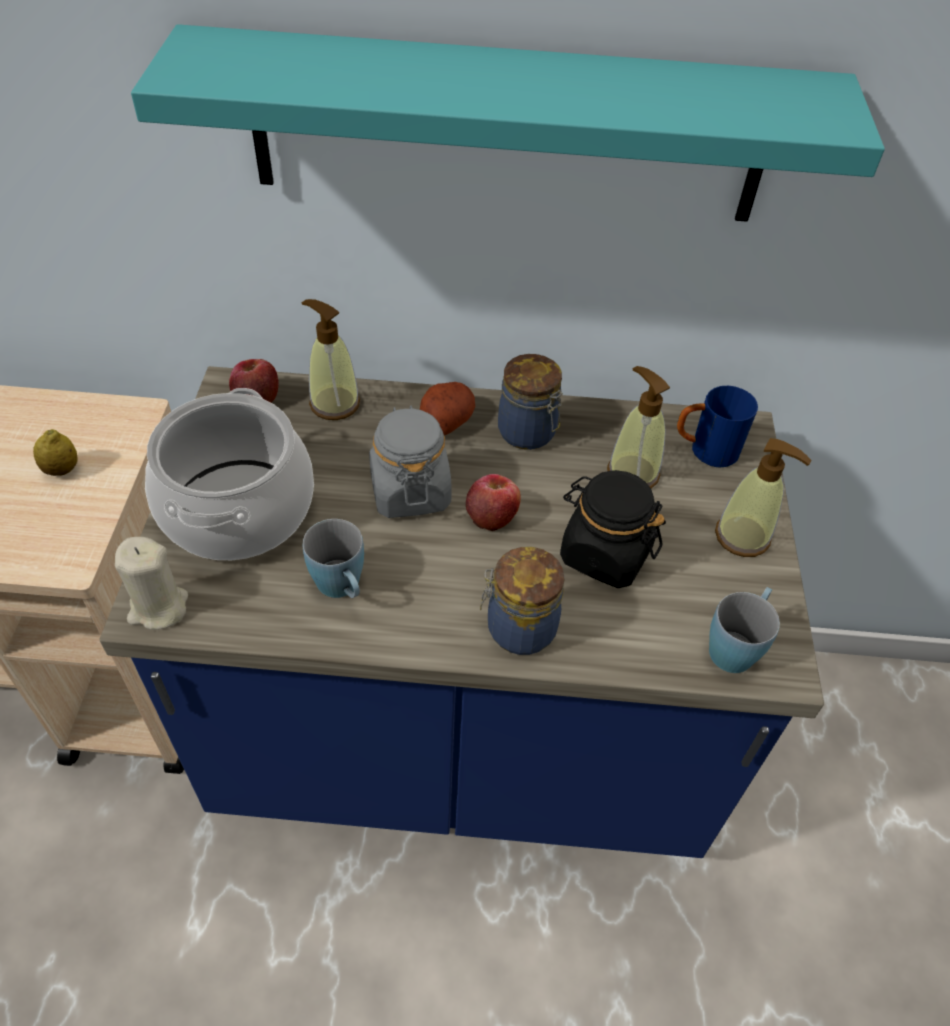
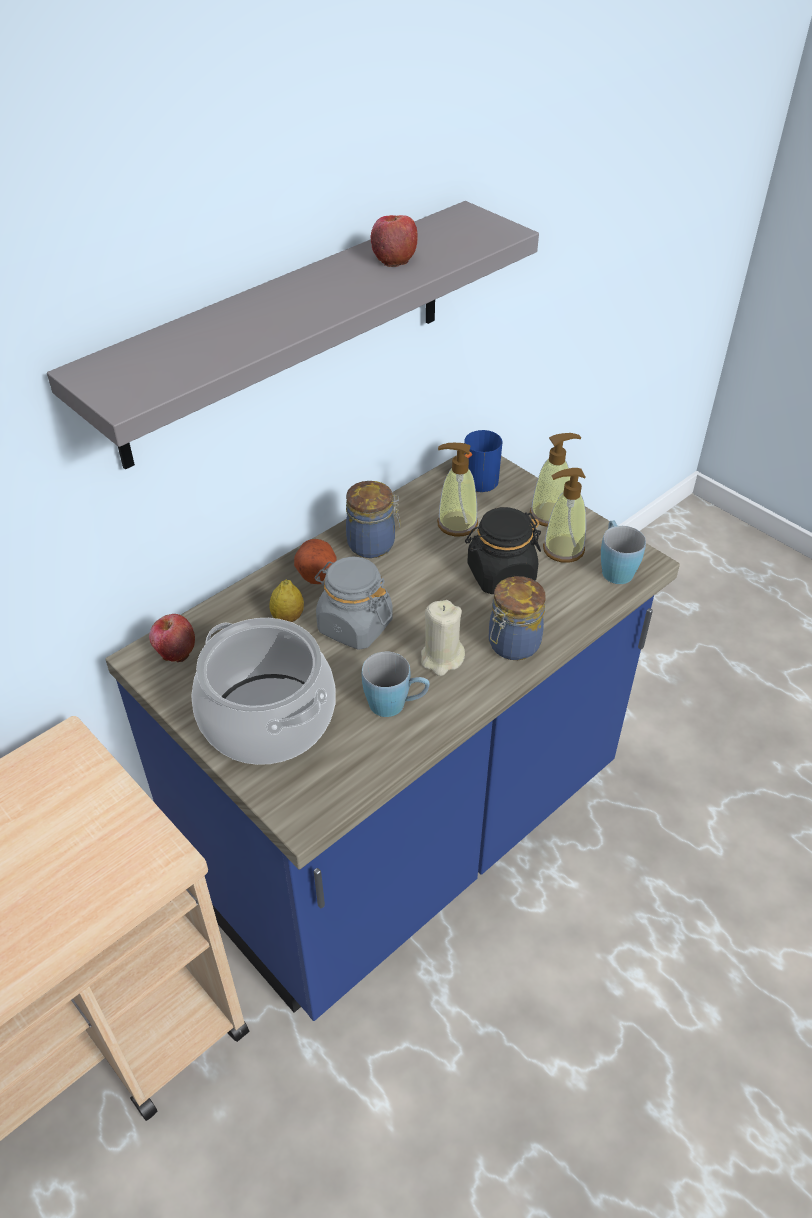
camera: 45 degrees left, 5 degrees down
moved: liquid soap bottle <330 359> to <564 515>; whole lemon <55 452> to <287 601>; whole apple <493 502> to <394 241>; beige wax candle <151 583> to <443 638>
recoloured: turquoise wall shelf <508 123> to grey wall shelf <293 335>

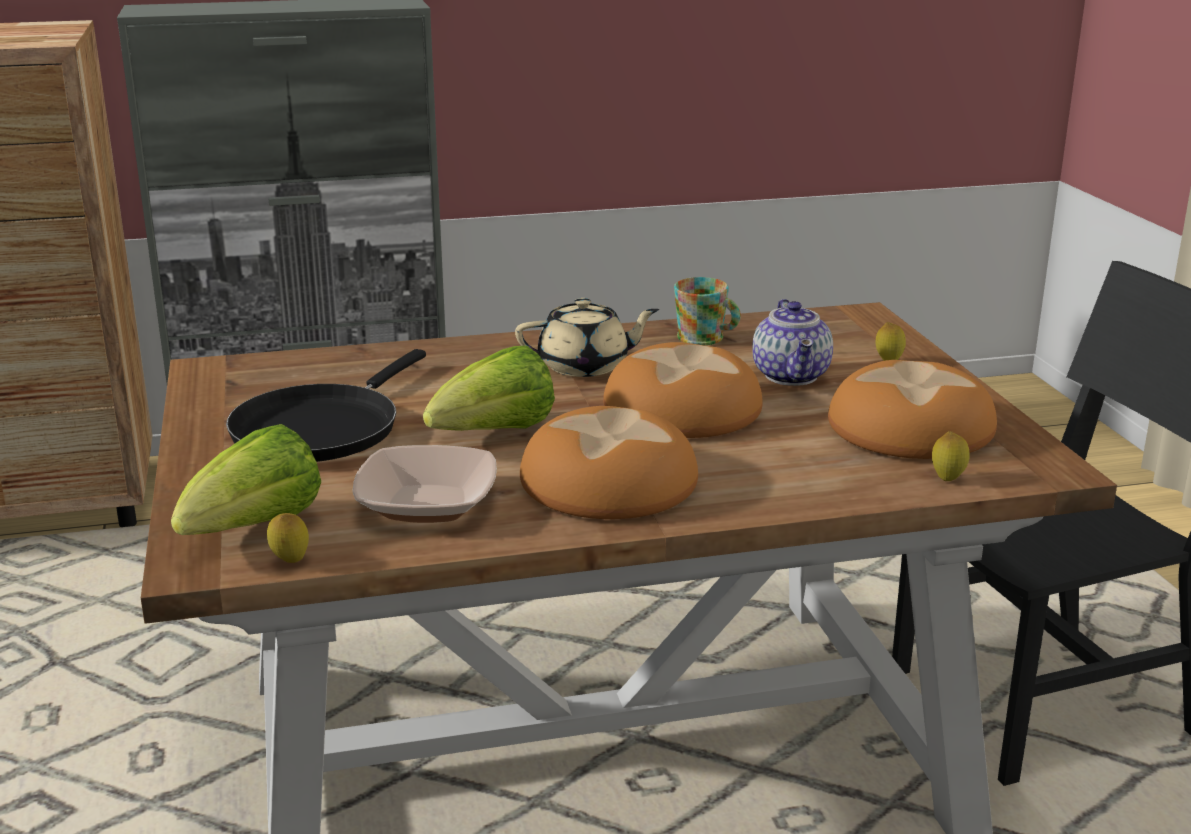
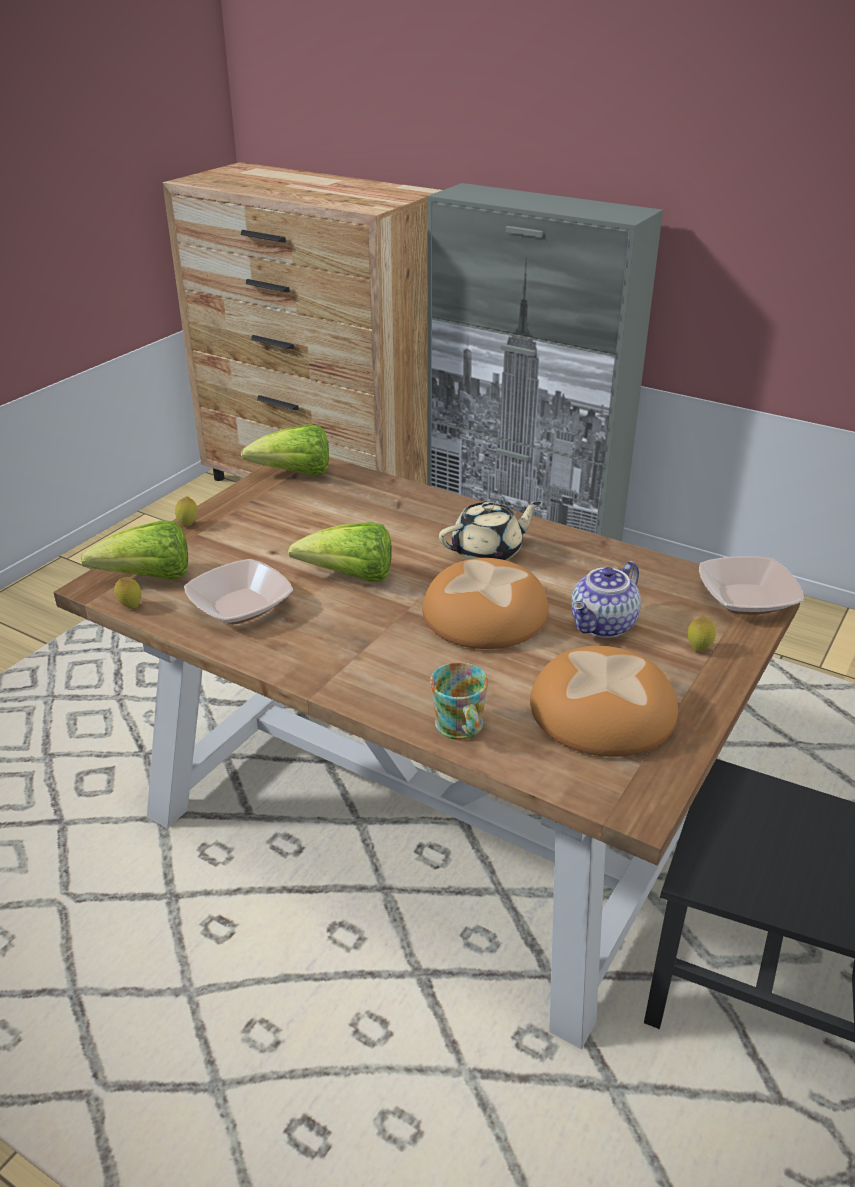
camera: 45 degrees right, 10 degrees up
removed: blackish skillet <326 405>; bakery bread <609 462>
added: head of lettuce <285 450>; deep dish <751 585>
moved: coffee mug <707 311> to <459 701>; whole lemon <951 456> to <186 511>
turned: beige teapot <587 337> = <490 531> 60 degrees counterclockwise

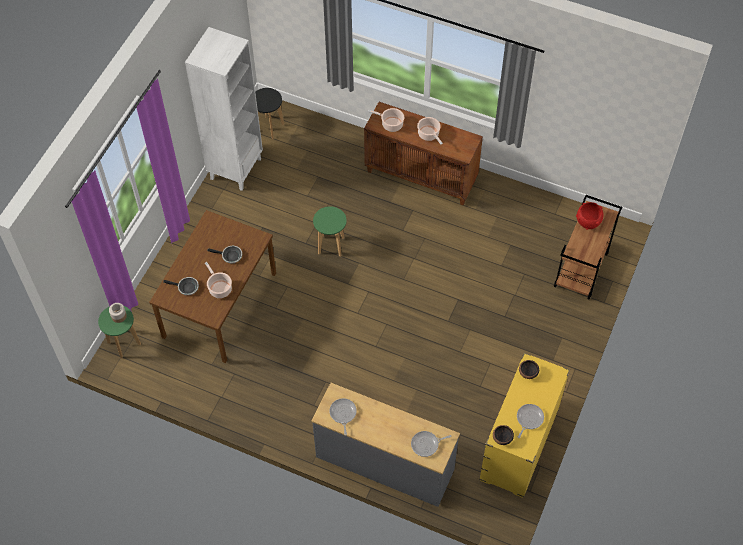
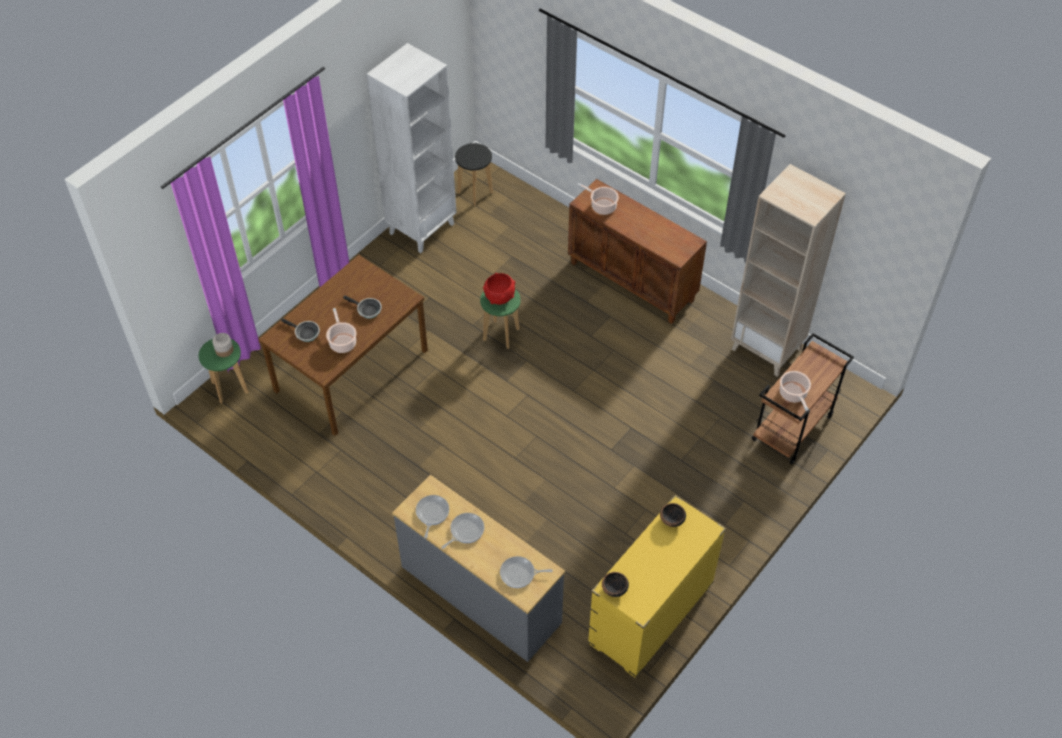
camera: 15 degrees right, 5 degrees down
added: beige bookshelf <788 270>
moved: stockpot <430 131> to <795 391>; reddish deep dish <590 216> to <499 289>; skillet <530 421> to <462 531>

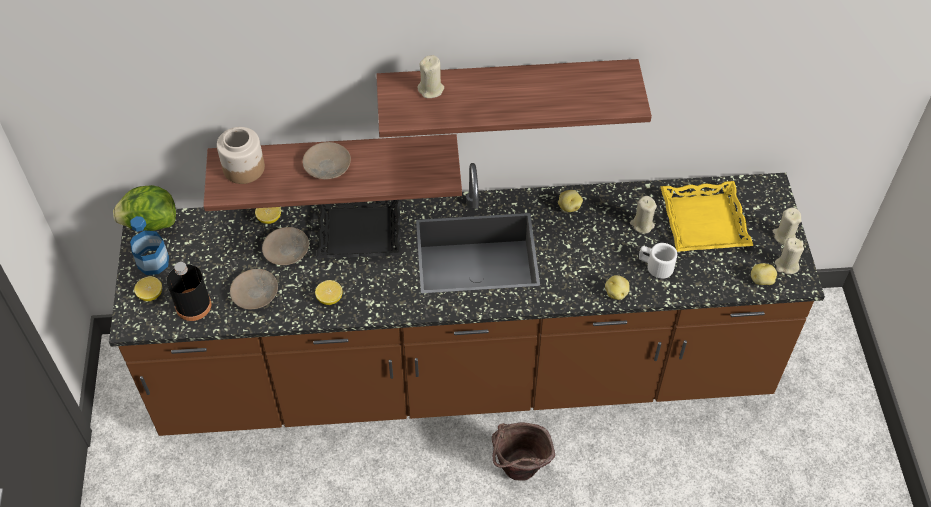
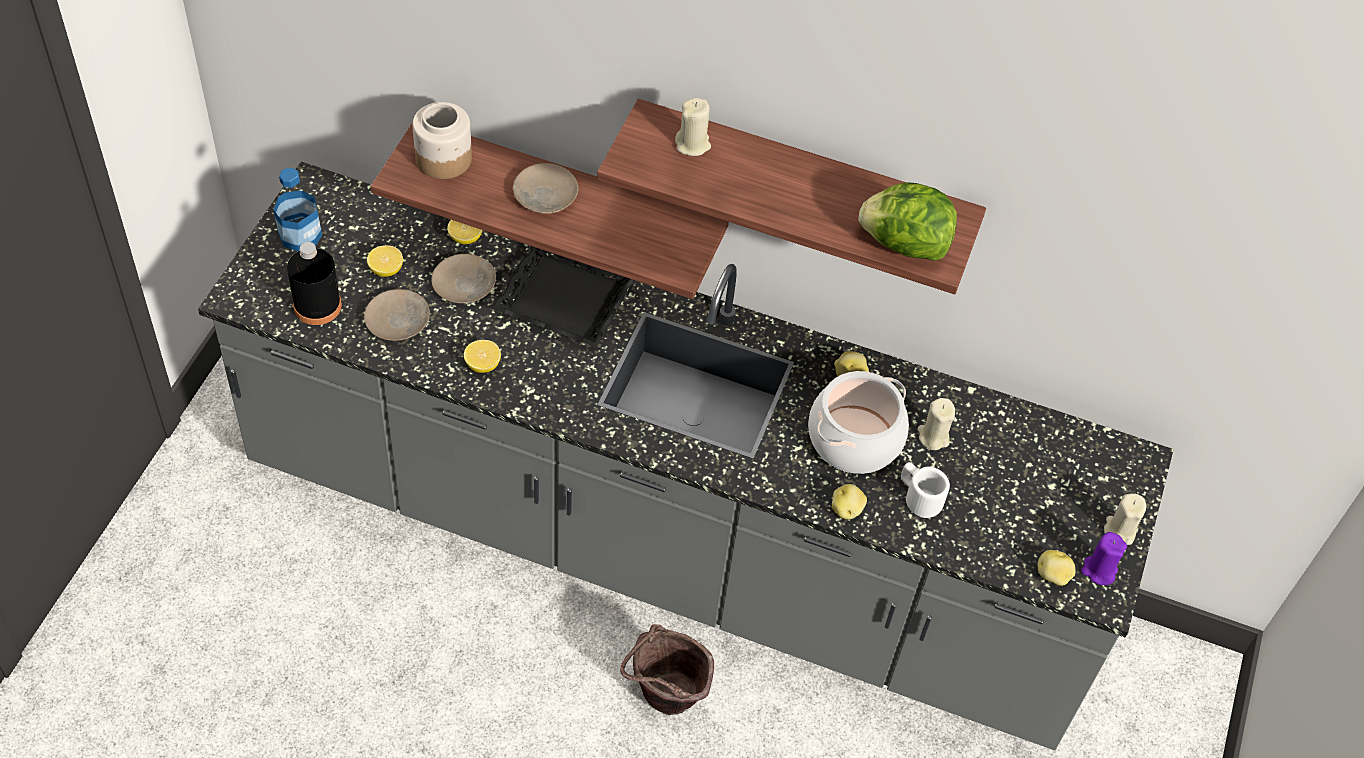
camera: 20 degrees right, 0 degrees up
removed: yellow serving tray <706 216>
added: stockpot <858 422>
moved: head of lettuce <144 208> to <907 221>; whole lemon <148 288> to <385 261>
recoloured: brown-coloured kitchen base unit <467 299> to grey kitchen base unit <686 456>; beige wax candle <789 255> to purplish wax candle <1104 558>

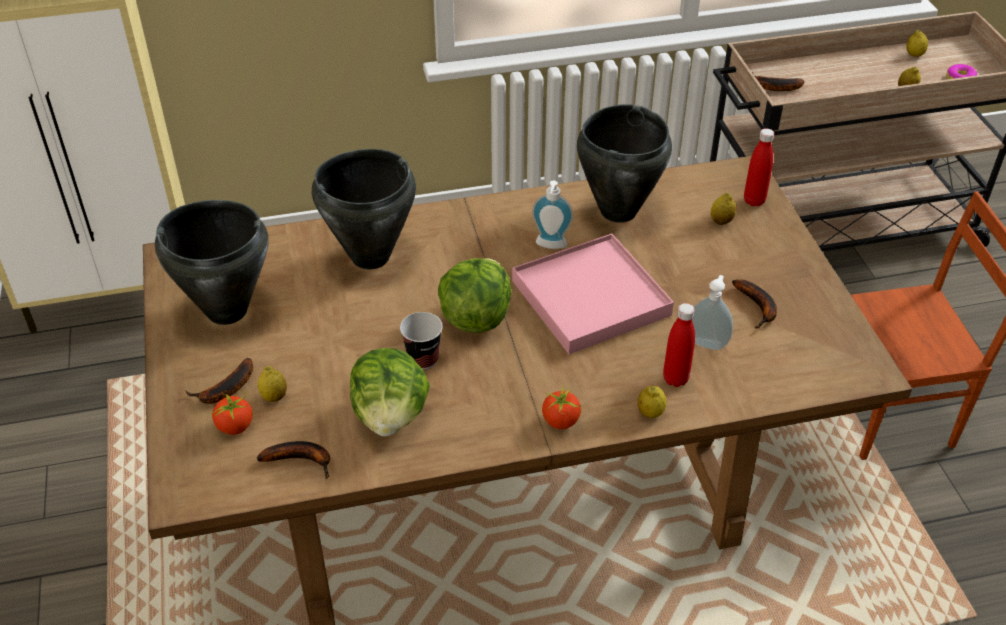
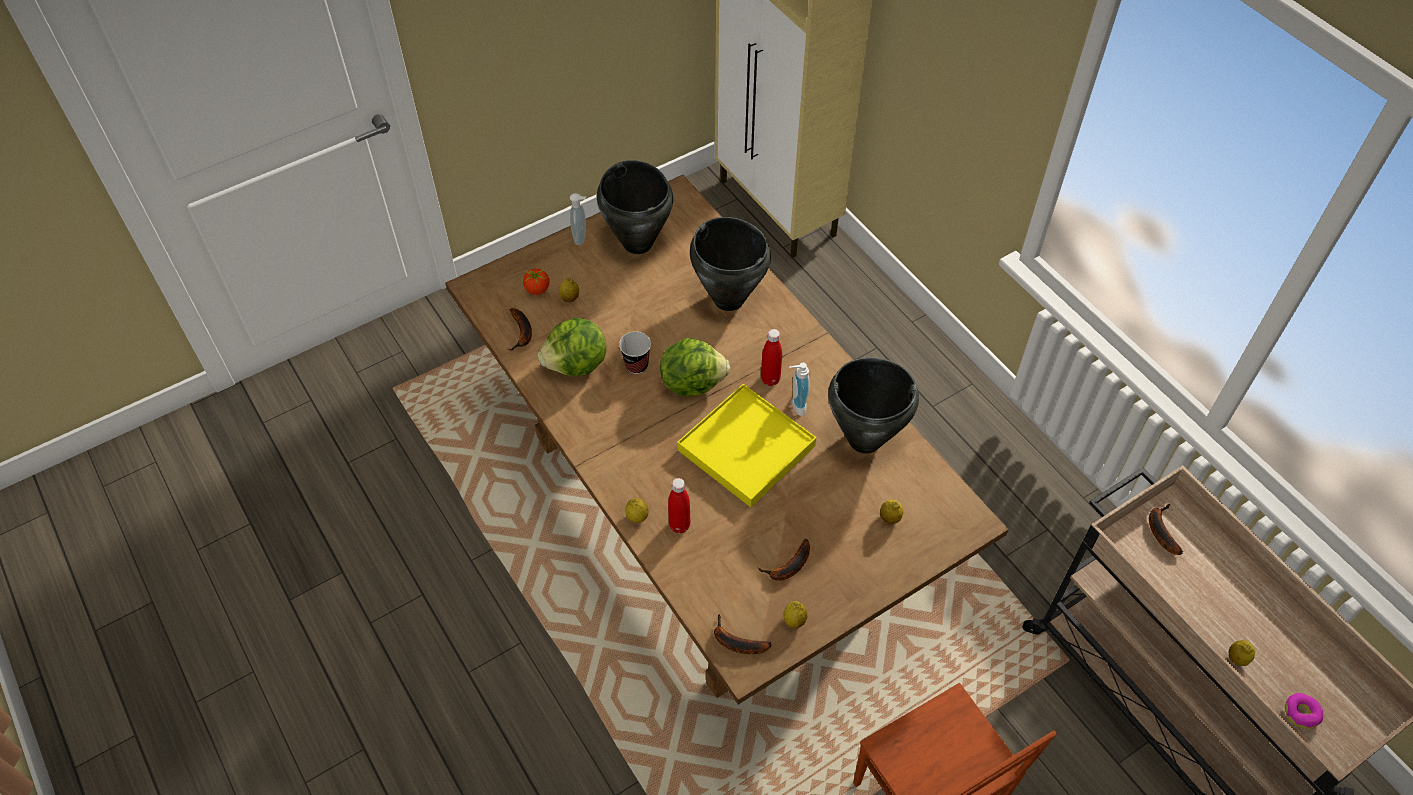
camera: 70 degrees right, 10 degrees up
removed: whole tomato <561 407>
moved: whole lemon <917 43> to <795 614>; reddish drink bottle <759 167> to <771 357>; liquid soap bottle <712 312> to <578 219>; banana <219 381> to <742 634>
recoloured: pink-coloured serving tray <593 294> to yellow serving tray <746 445>

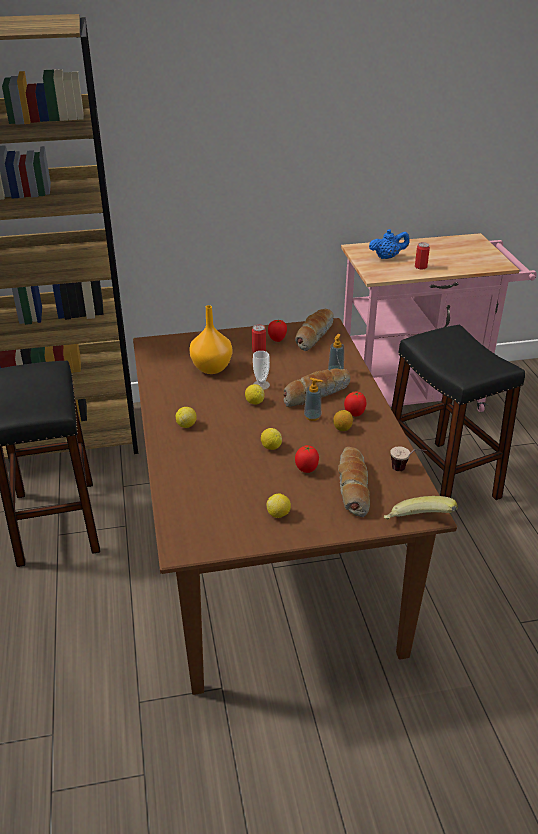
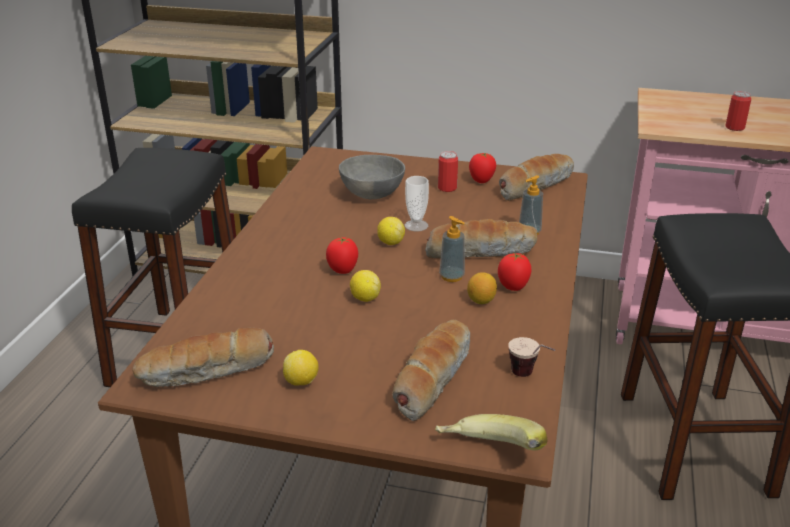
camera: 25 degrees right, 5 degrees down
removed: blue-coloured teapot <389 244>; whole lemon <186 417>
added: bakery bread <203 357>
moved: whole tomato <307 459> to <342 255>
replaced: orange vase <210 339> to grey deep dish <372 177>

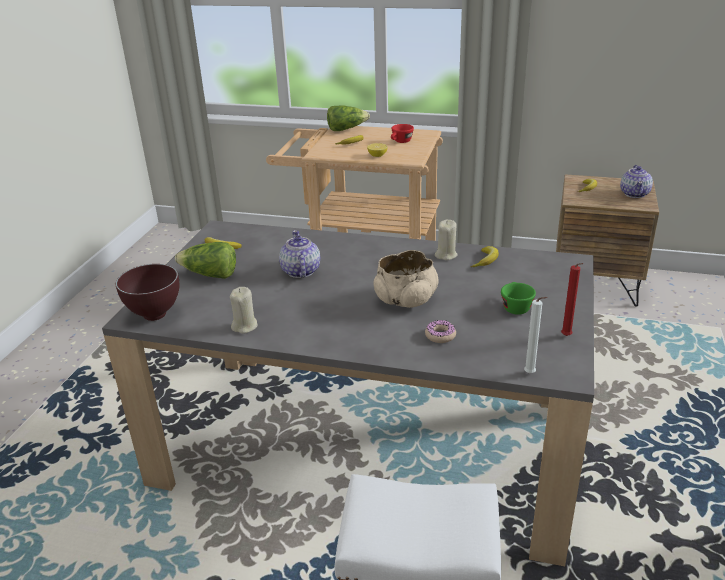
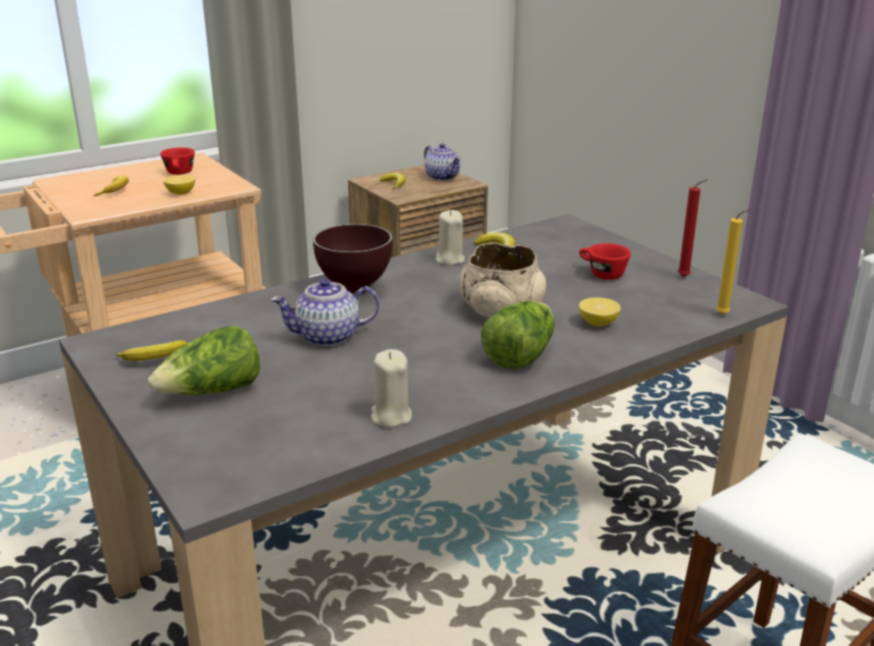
camera: 50 degrees left, 5 degrees down
moved: head of lettuce <348 118> to <518 335>; brown-coloured deep dish <147 292> to <352 259>
replaced: doughnut <440 331> to whole lemon <600 311>
recoloured: greenish cup <518 298> to reddish cup <605 261>; white wax candle <535 335> to yellow wax candle <733 262>
turned: teapot <299 254> = <325 312> 45 degrees counterclockwise

